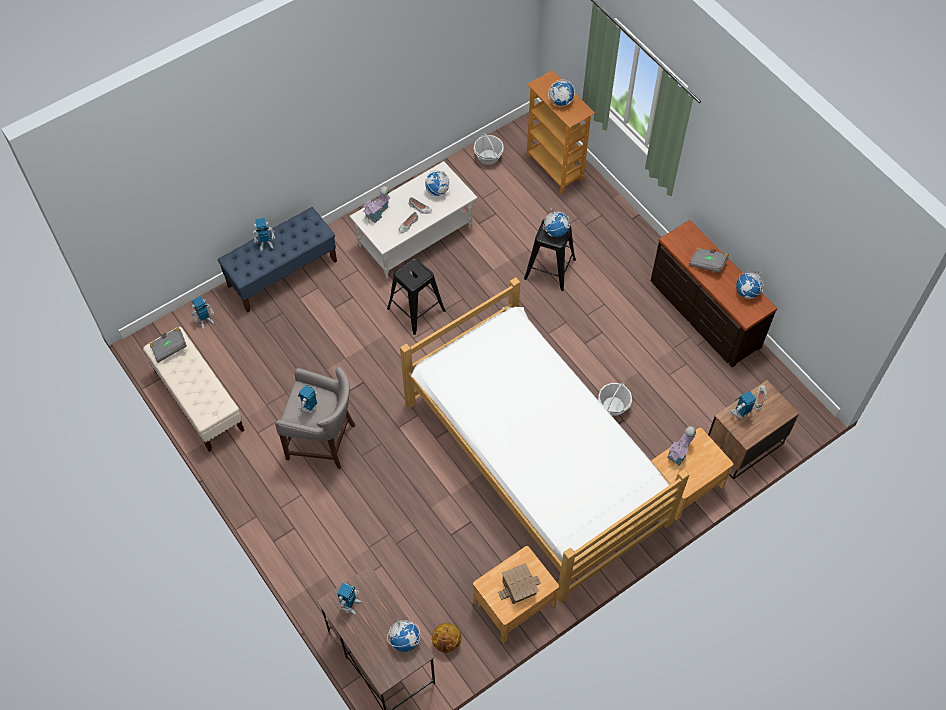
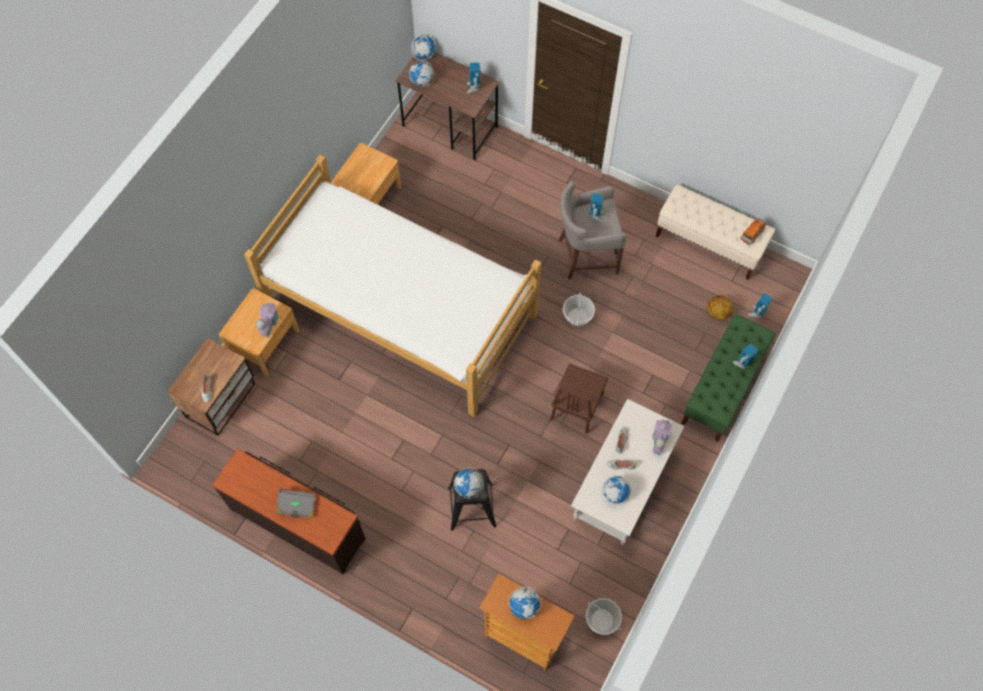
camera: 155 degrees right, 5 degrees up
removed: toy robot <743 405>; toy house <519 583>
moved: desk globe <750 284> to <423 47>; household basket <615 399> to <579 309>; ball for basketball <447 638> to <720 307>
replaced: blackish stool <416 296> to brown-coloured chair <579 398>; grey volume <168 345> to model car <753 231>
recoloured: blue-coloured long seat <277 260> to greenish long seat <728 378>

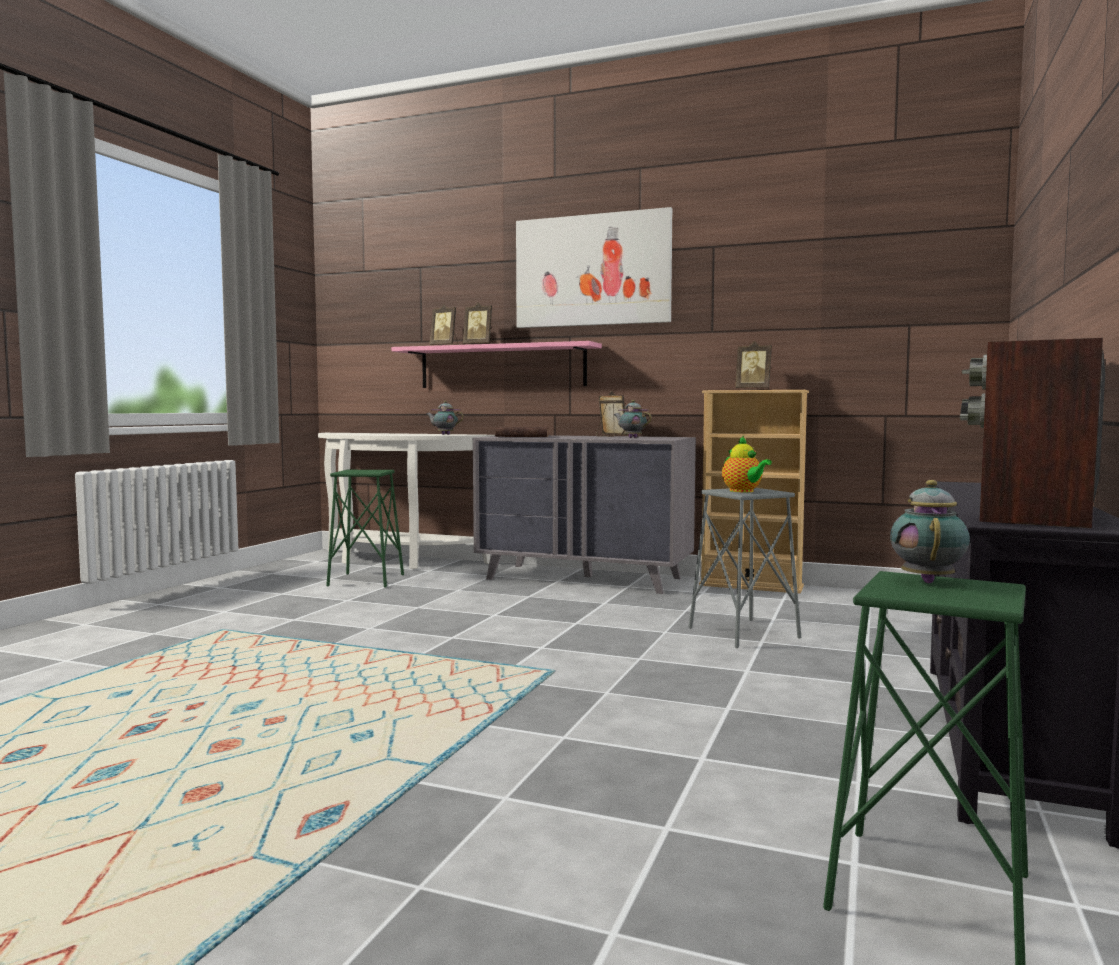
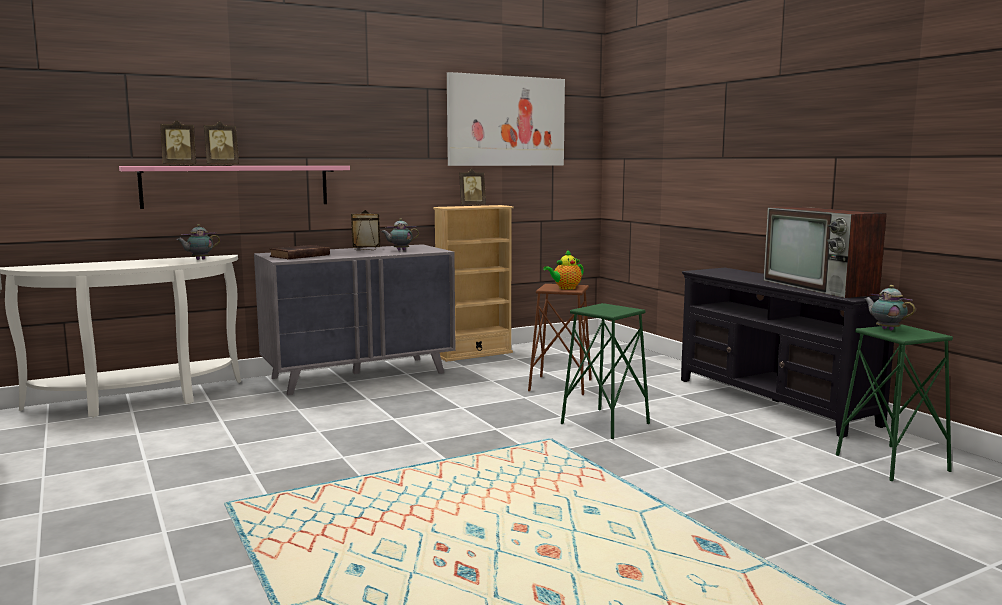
camera: 50 degrees left, 5 degrees up
moved: wall art <594 267> to <506 119>; greenish stool <365 528> to <605 371>
recoloured: grey stool <744 568> to brown-coloured stool <560 339>
turned: teapot <747 463> = <563 270> 135 degrees clockwise

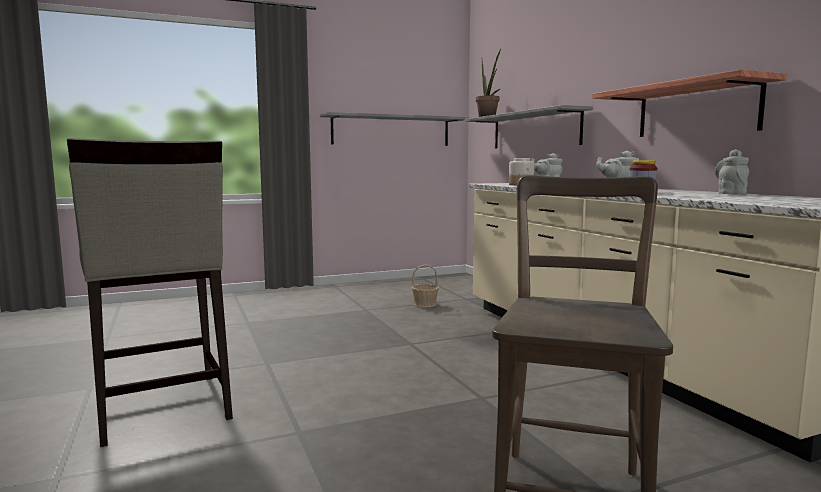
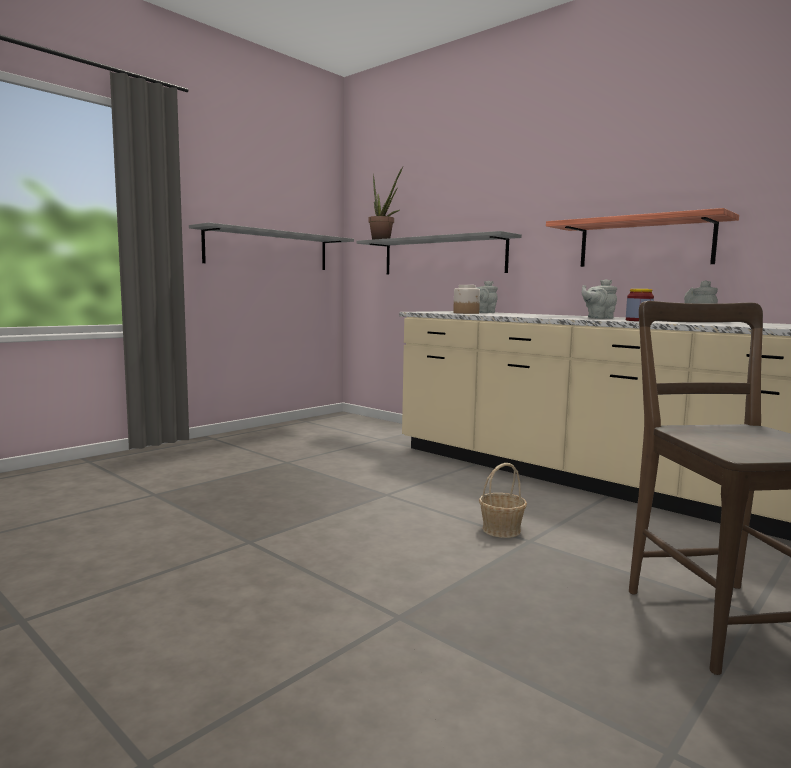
camera: 25 degrees left, 0 degrees up
removed: beige stool <150 292>
moved: household basket <425 285> to <503 500>

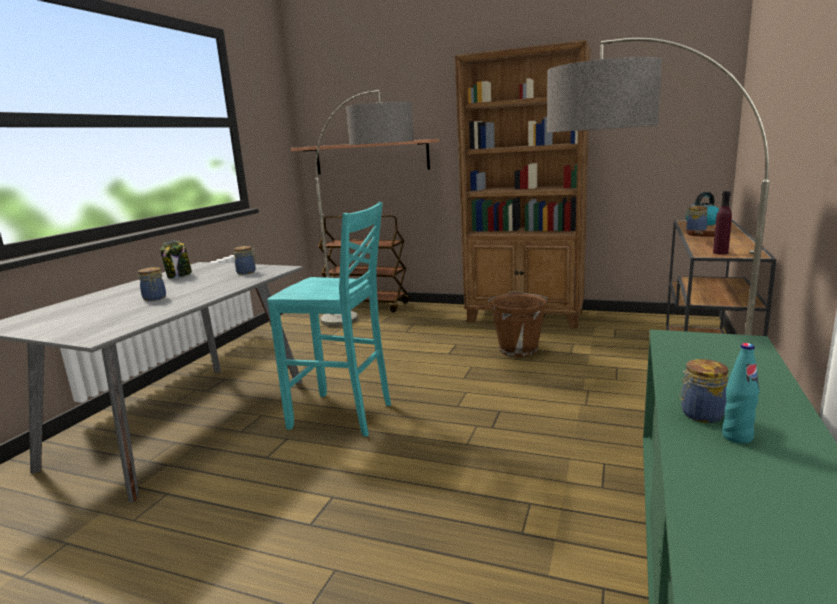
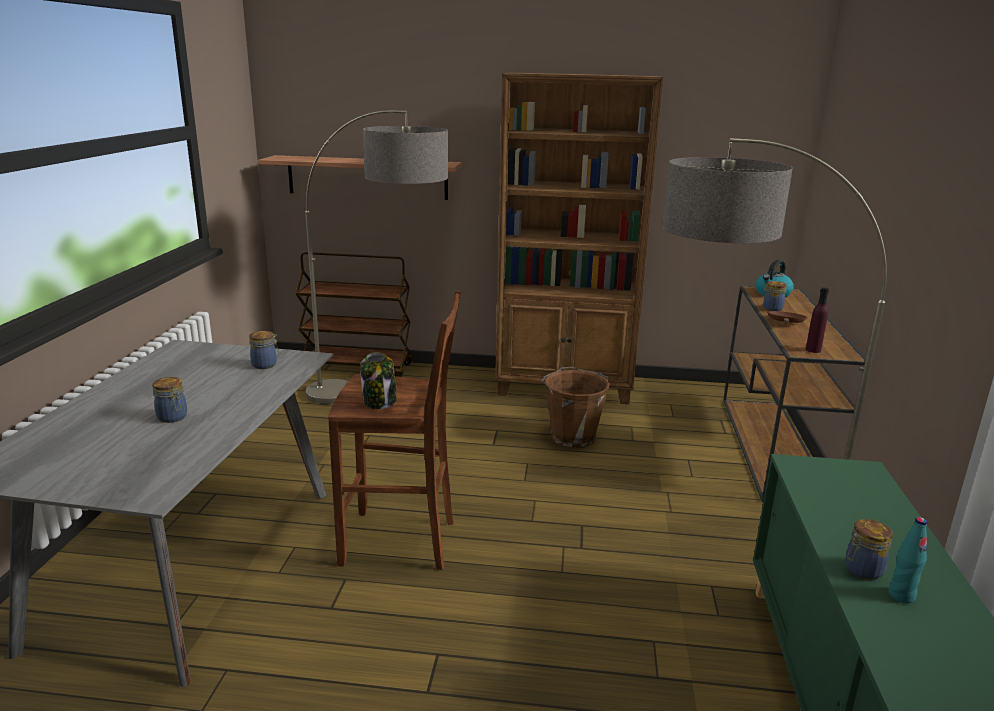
camera: 15 degrees left, 5 degrees up
moved: jar <176 259> to <378 380>
recoloured: turquoise stool <329 319> to brown-coloured stool <394 430>

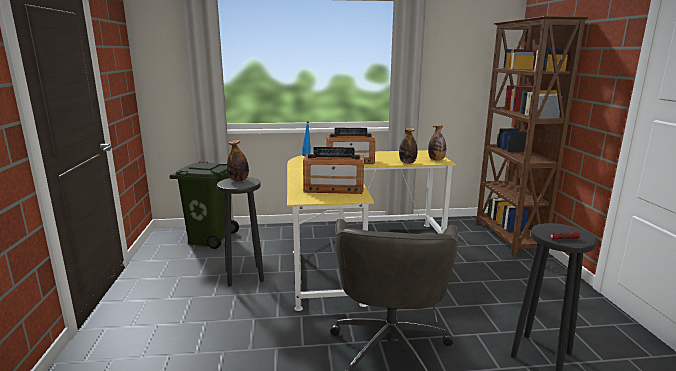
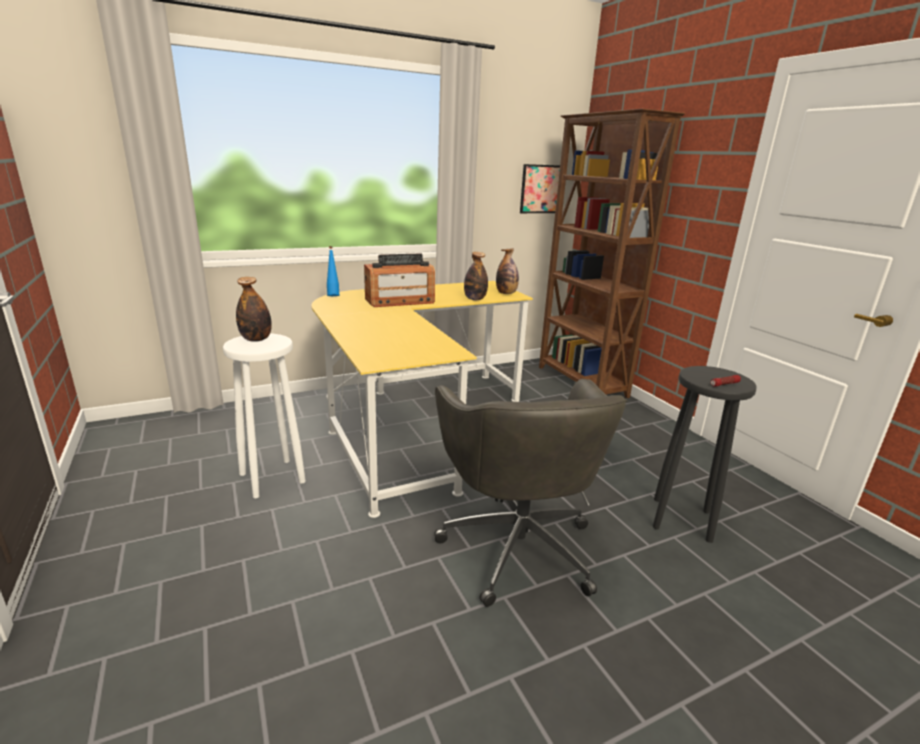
camera: 20 degrees left, 5 degrees up
removed: radio <333 170>; greenish rubbish bin <204 205>
added: wall art <540 188>
recoloured: blackish stool <240 232> to white stool <264 415>

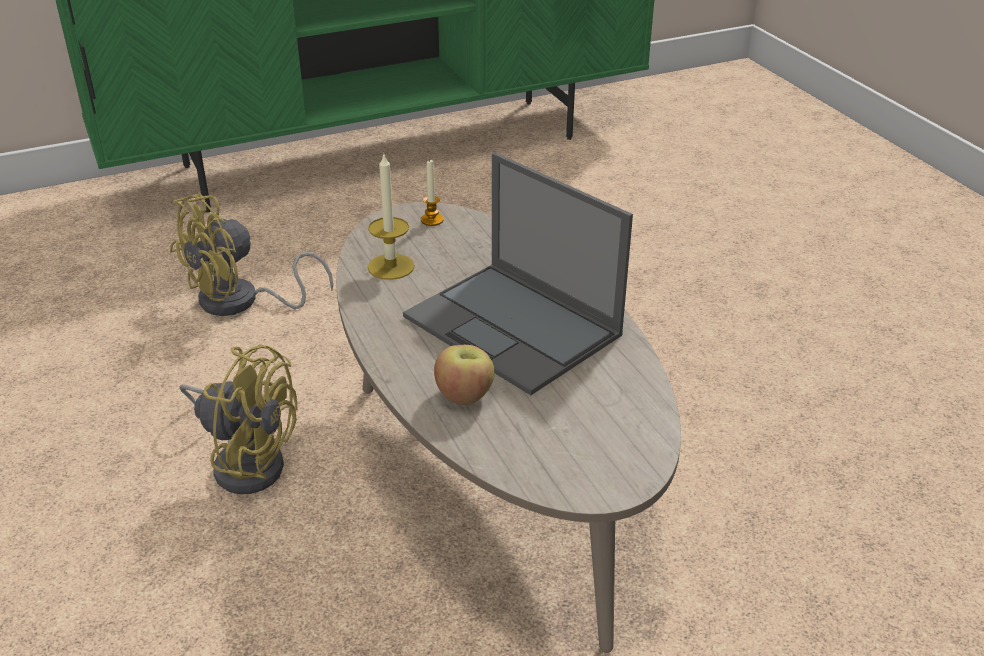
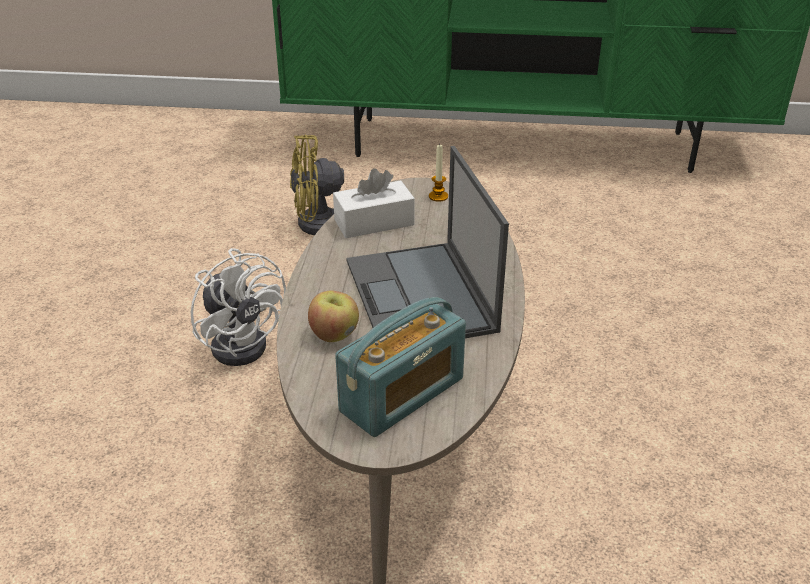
camera: 30 degrees right, 0 degrees up
added: radio <400 367>
replaced: wax candle <391 217> to white tissue box <374 203>
recoloured: yellow fan <238 419> to white fan <238 307>

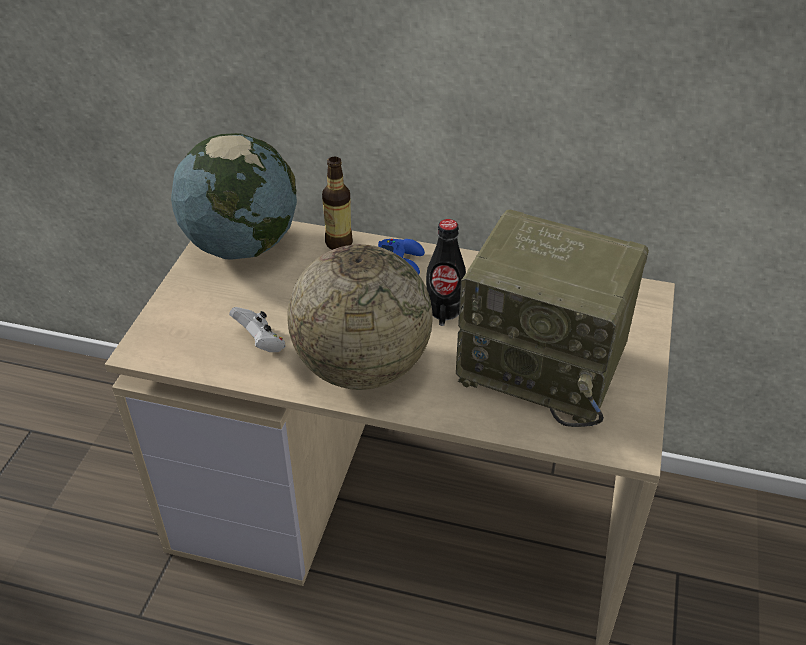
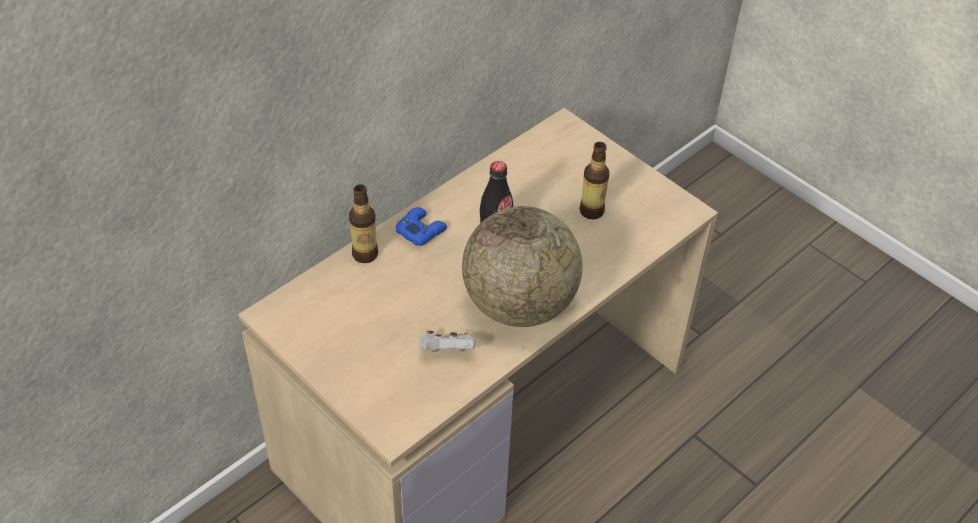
camera: 60 degrees left, 5 degrees up
removed: desk globe <234 196>
replaced: radio <552 318> to drink bottle <594 181>

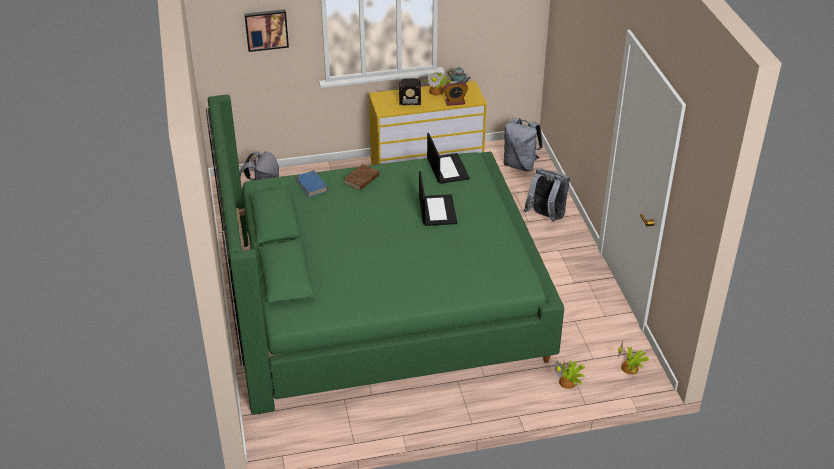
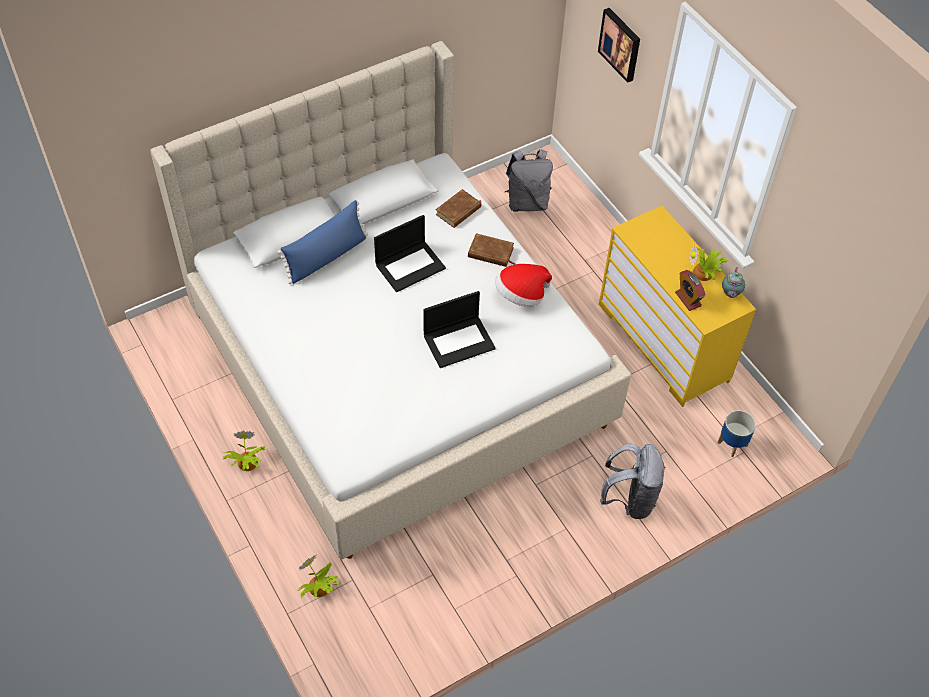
camera: 70 degrees right, 15 degrees up
removed: radio <403 92>
added: blue-coloured cushion <322 242>; hat <523 285>
moved: laptop <448 158> to <410 253>; houseplant <633 358> to <244 451>
replaced: grey knapsack <523 145> to flower pot <737 433>
recoloured: greenish bed <385 254> to beige bed <390 300>; blue-coloured volume <311 184> to brown-coloured volume <458 208>

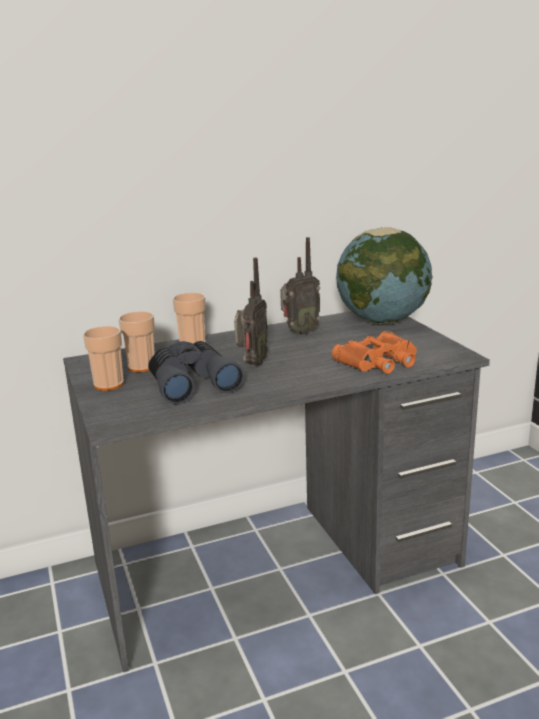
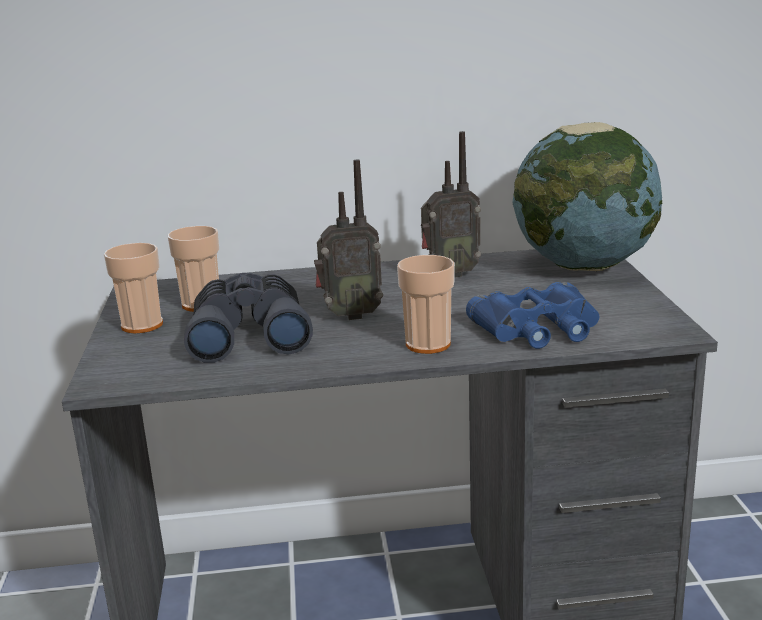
camera: 15 degrees right, 0 degrees up
moved: cup <189 318> to <426 304>
recoloured: orange pair of binoculars <374 352> to blue-coloured pair of binoculars <533 315>
turned: radio <251 312> = <348 240> 45 degrees clockwise

